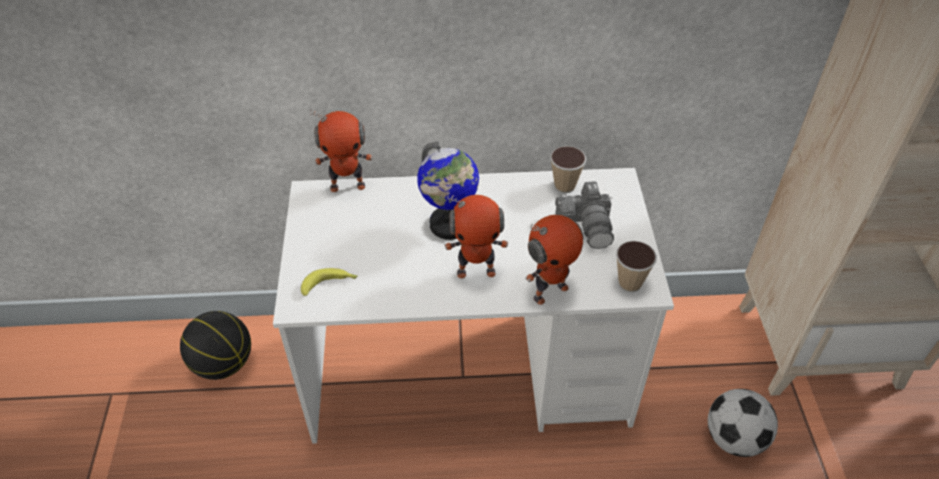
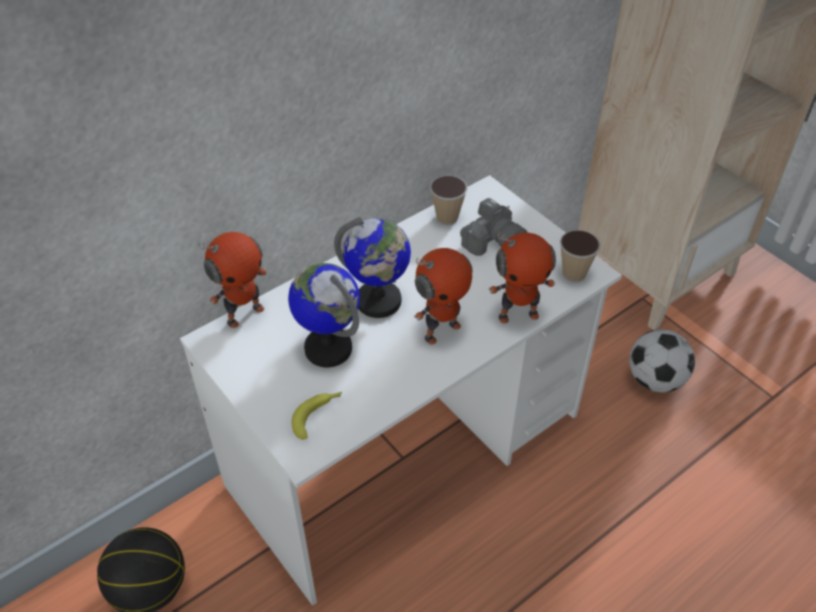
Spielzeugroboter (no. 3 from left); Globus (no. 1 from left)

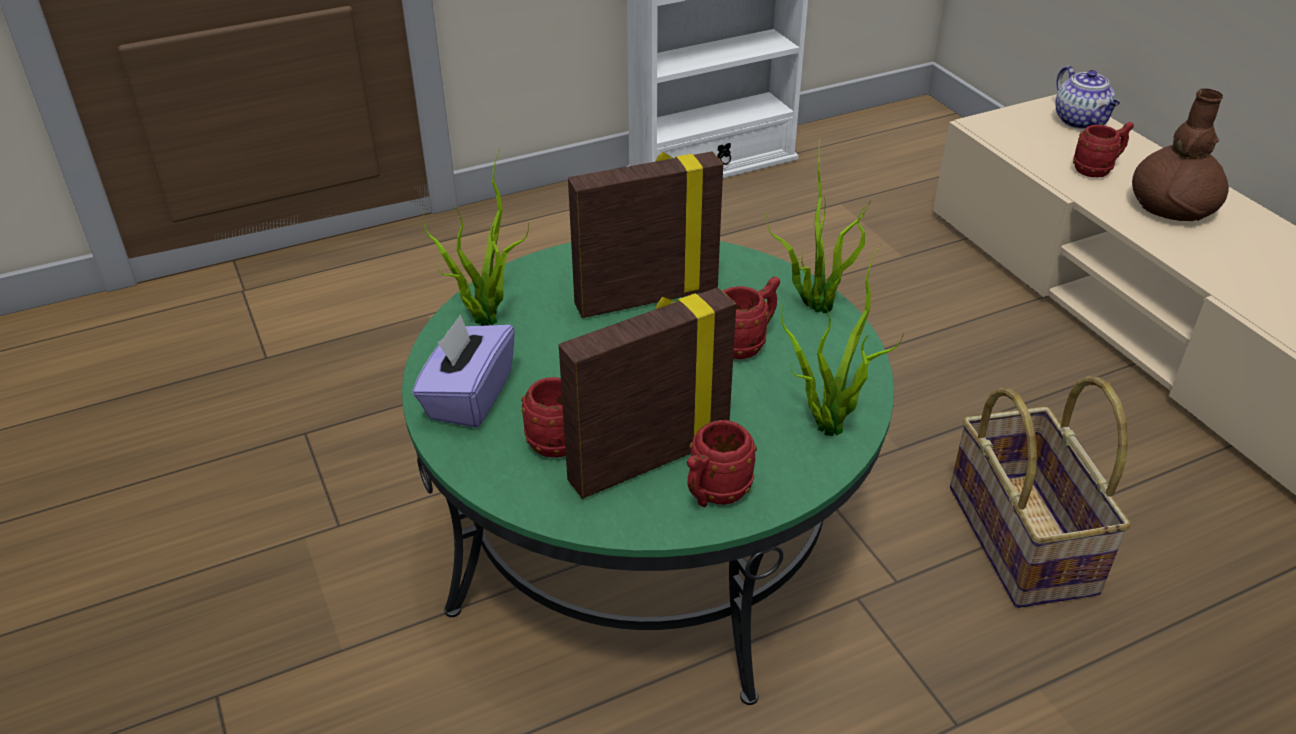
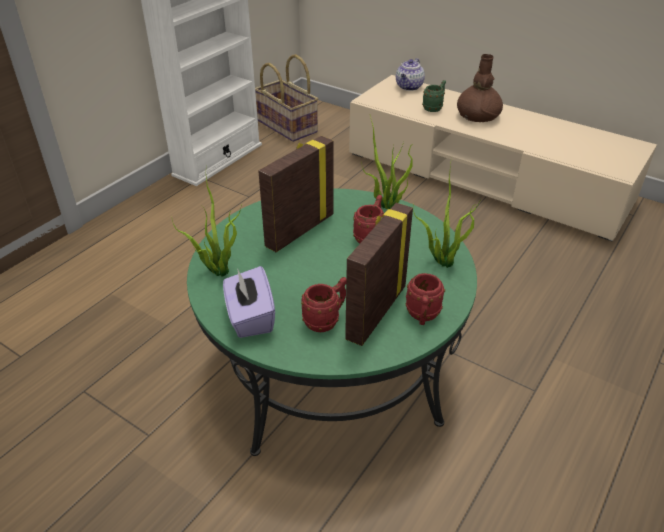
Korb; Teekanne; Henkelbecher/grün

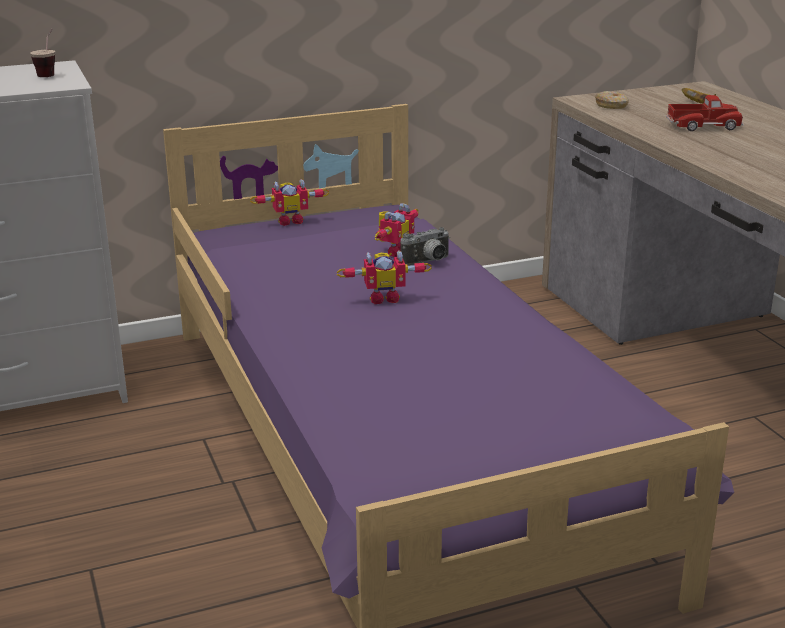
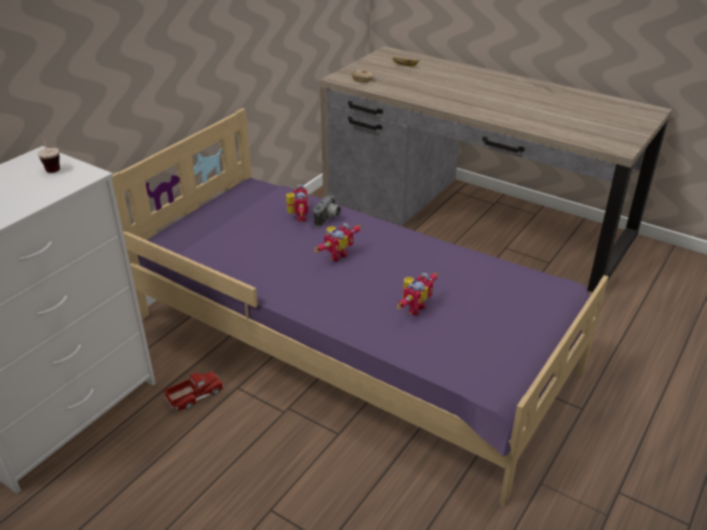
Spielzeugroboter (no. 3 from left); Spielzeuglaster

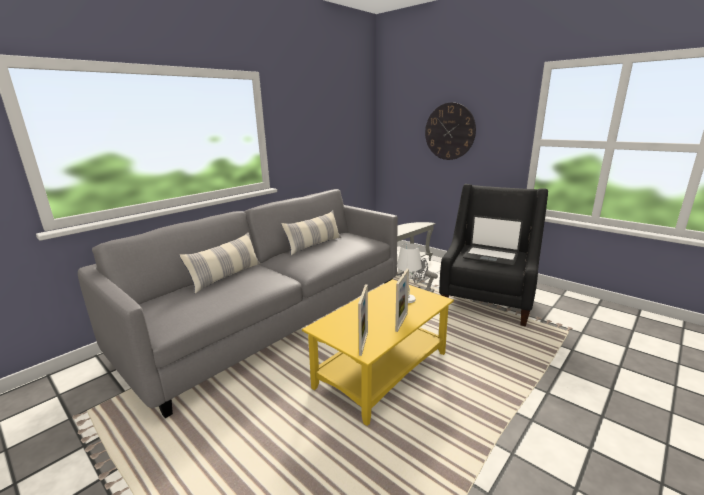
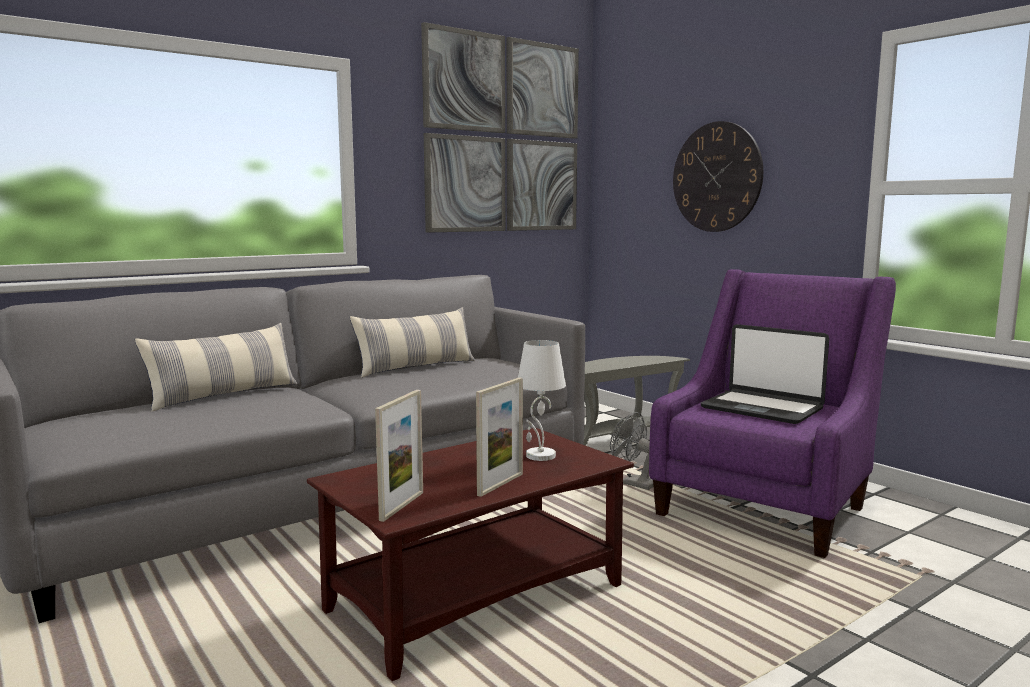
Couchtisch/braun; Sessel/lila; Bild

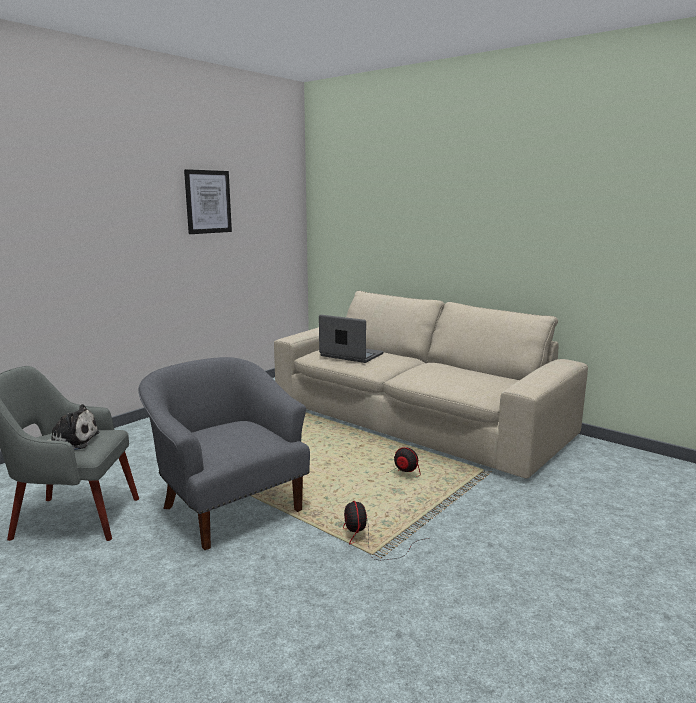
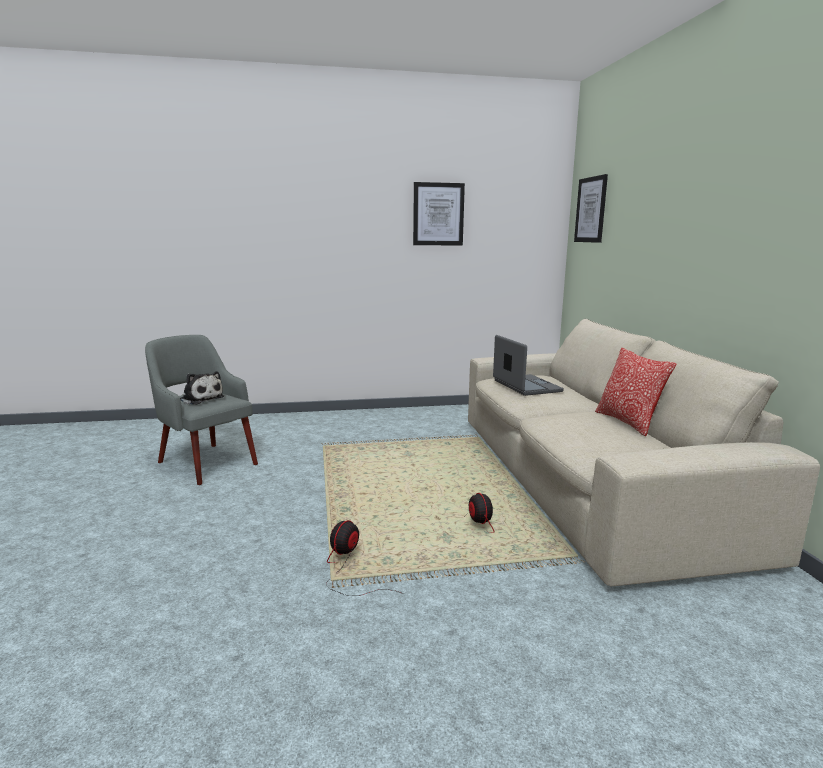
Sessel/grau (no. 2 from left in the first image); Bild (no. 2 from left); Kissen

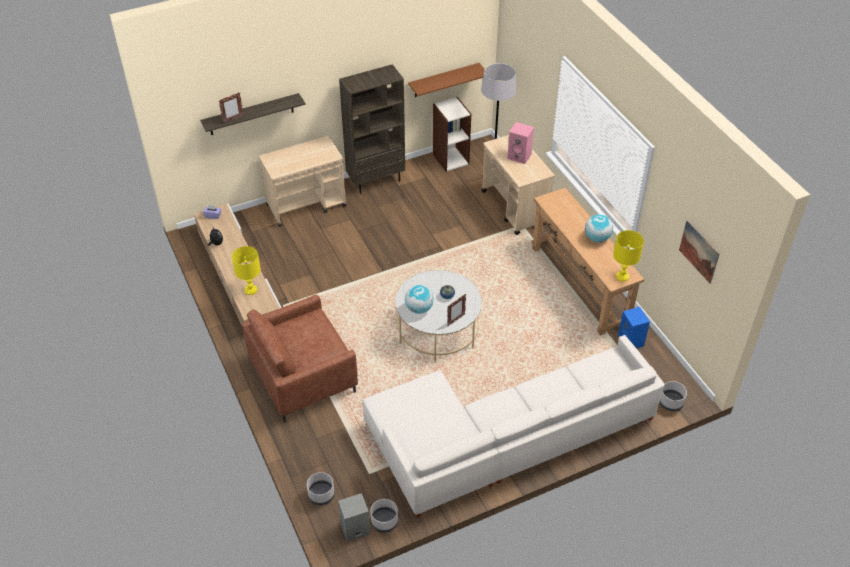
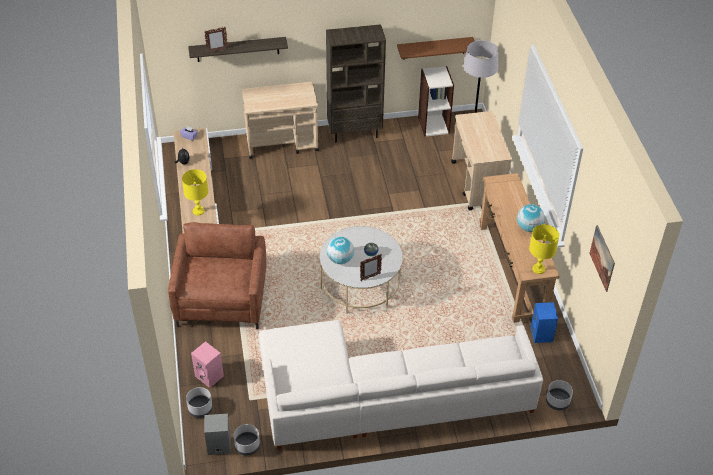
Sessel/braun; Lautsprecher/rosa

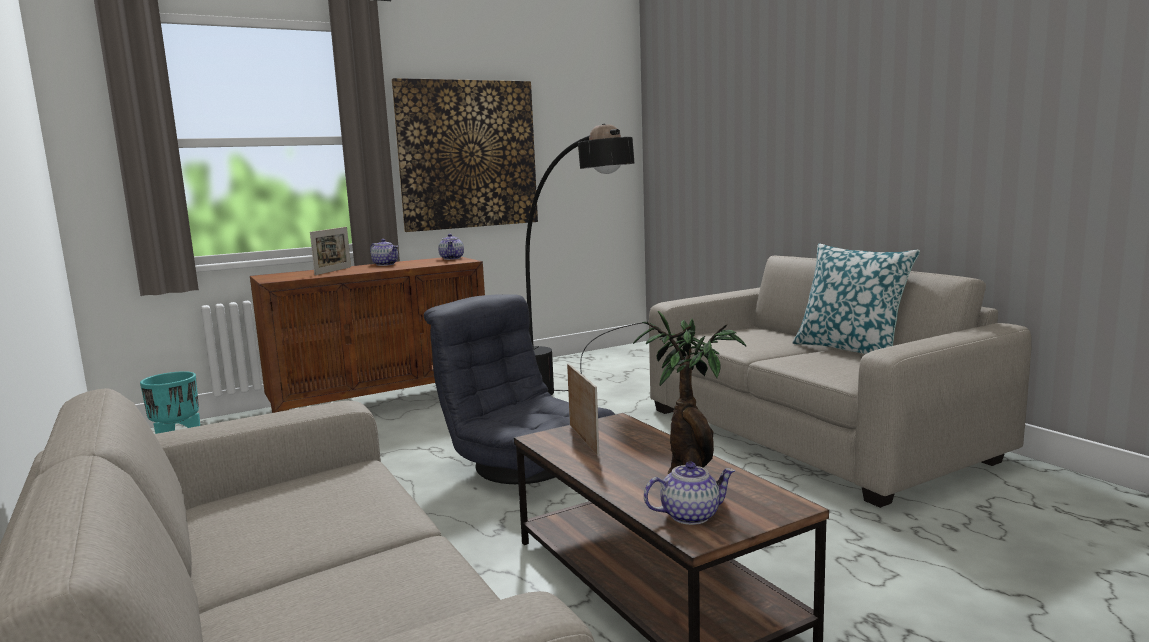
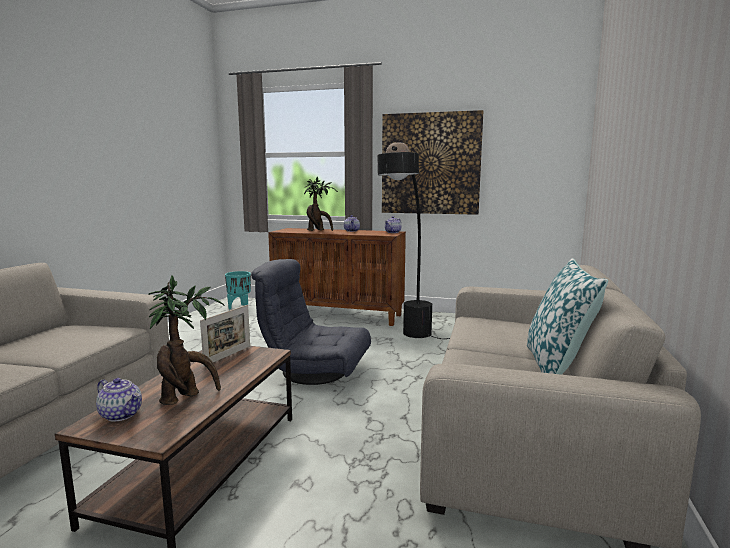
Topfpflanze (no. 2 from left); Sessel/grau

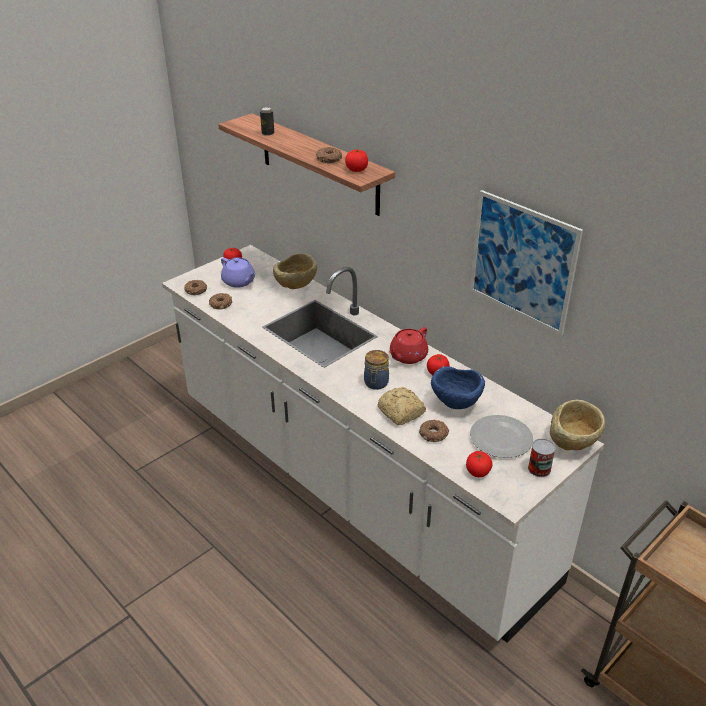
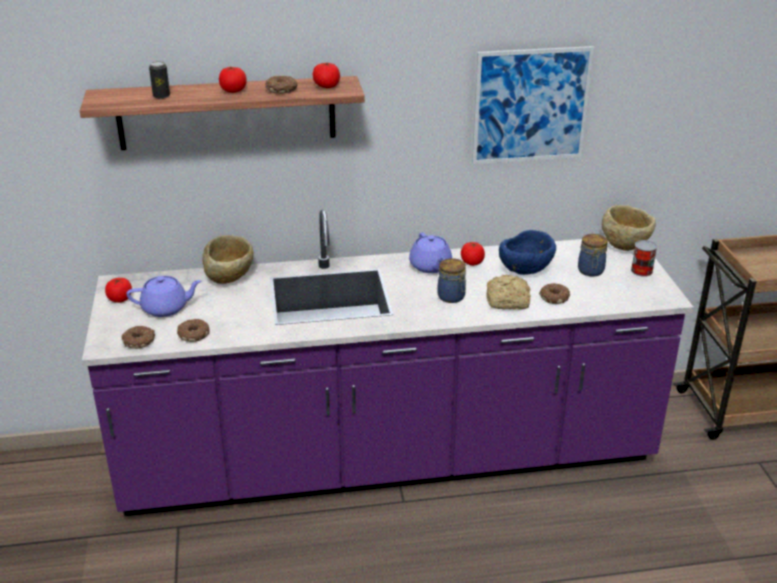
Küchenzeile/lila; Teekanne/lila (no. 2 from left); Tomate (no. 2 from left); Vorratsglas (no. 2 from left)

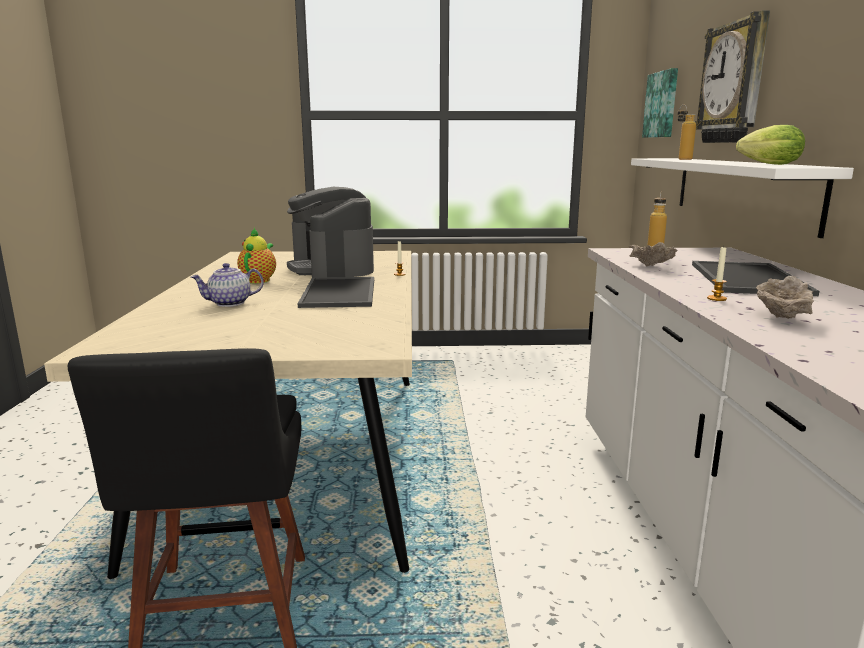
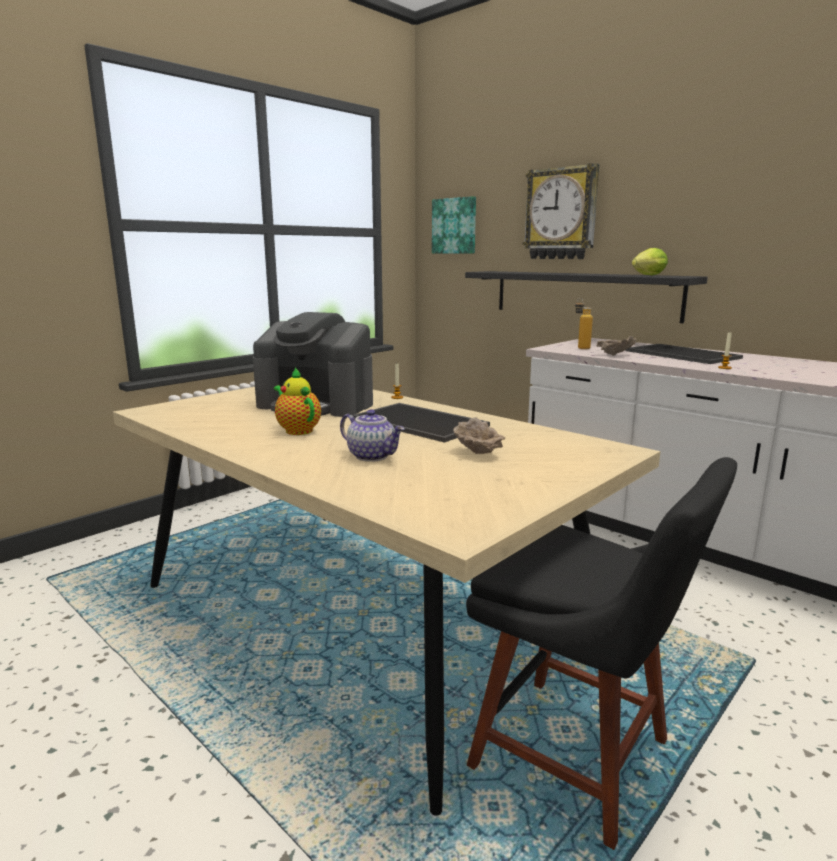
Teekanne (no. 2 from left); Wandregal/schwarz; Flasche (no. 2 from left in the first image); Schüssel/beige (no. 1 from left)

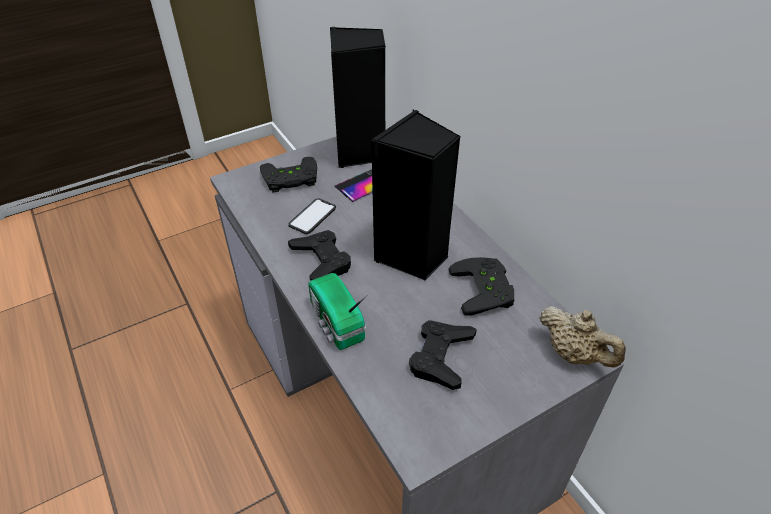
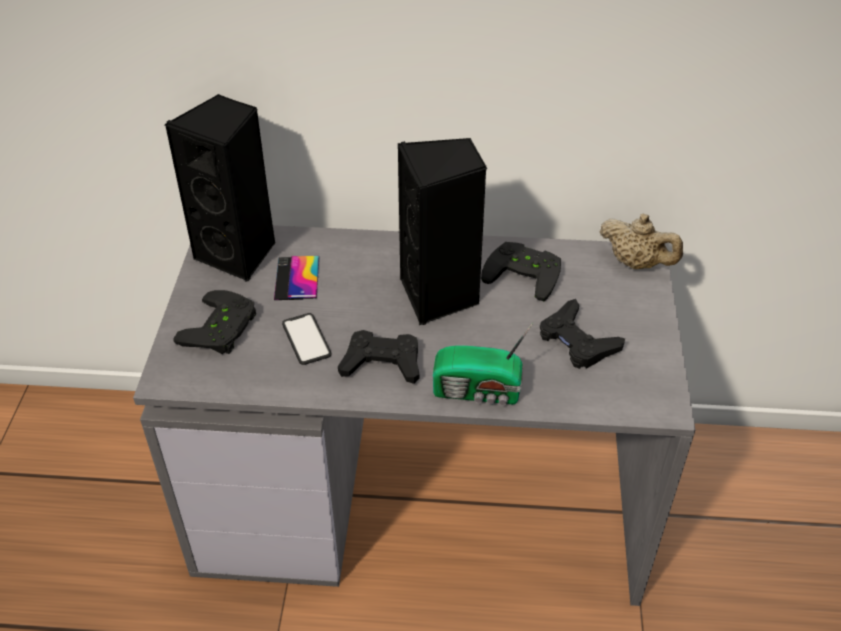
Teekanne/beige

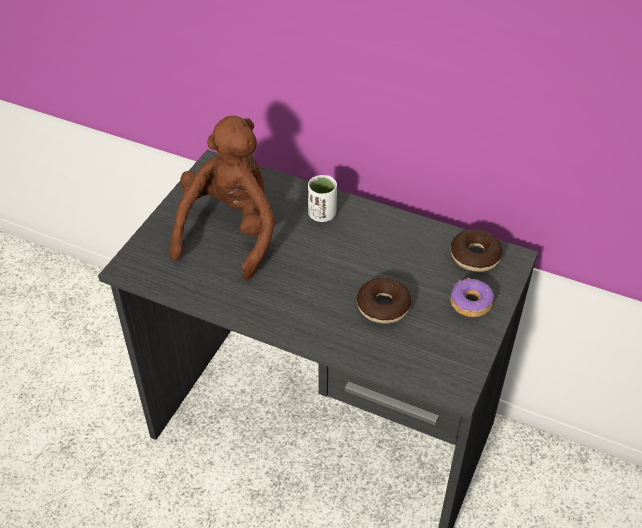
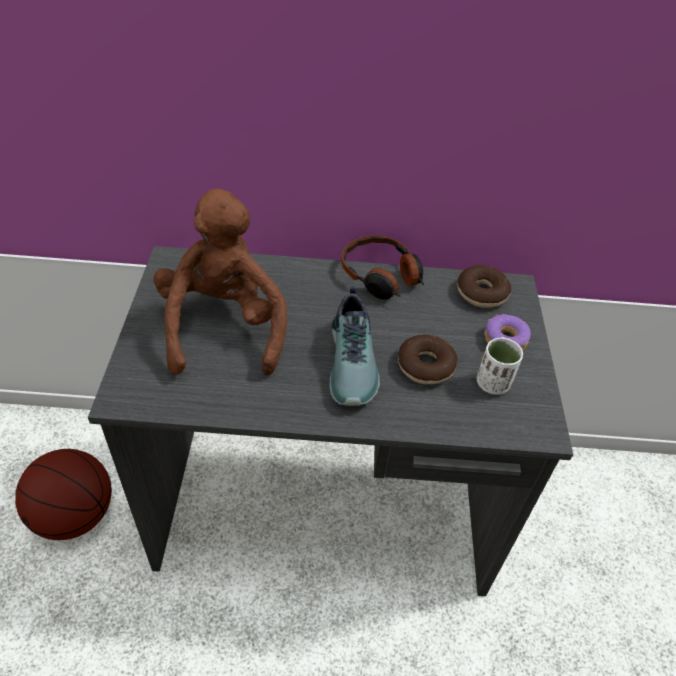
Tasse/weiß; Basketball; Schuh; Kopfhörer

